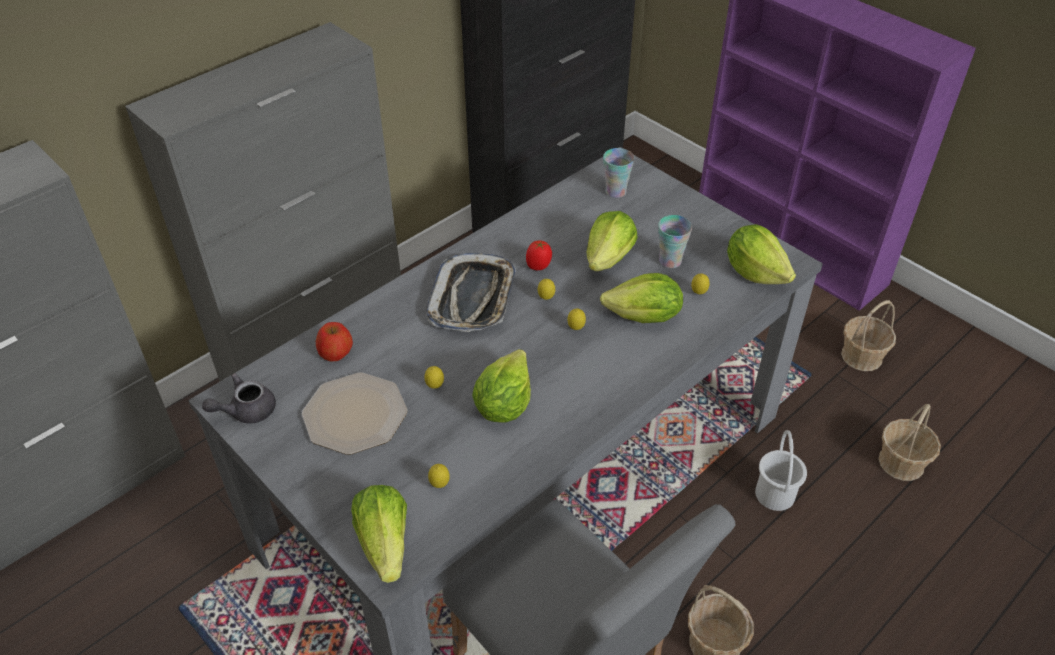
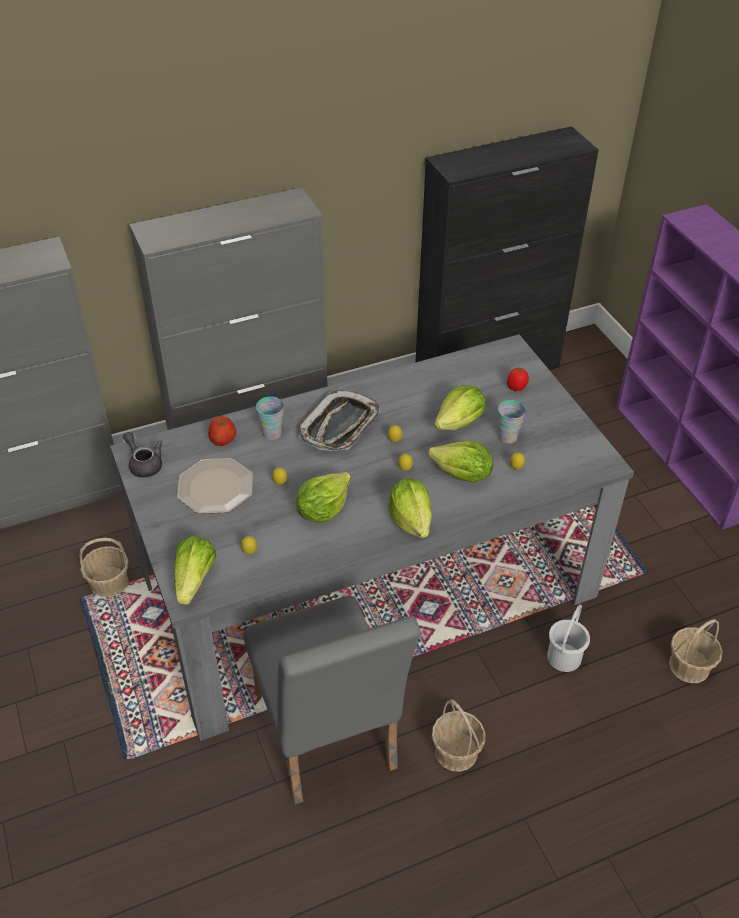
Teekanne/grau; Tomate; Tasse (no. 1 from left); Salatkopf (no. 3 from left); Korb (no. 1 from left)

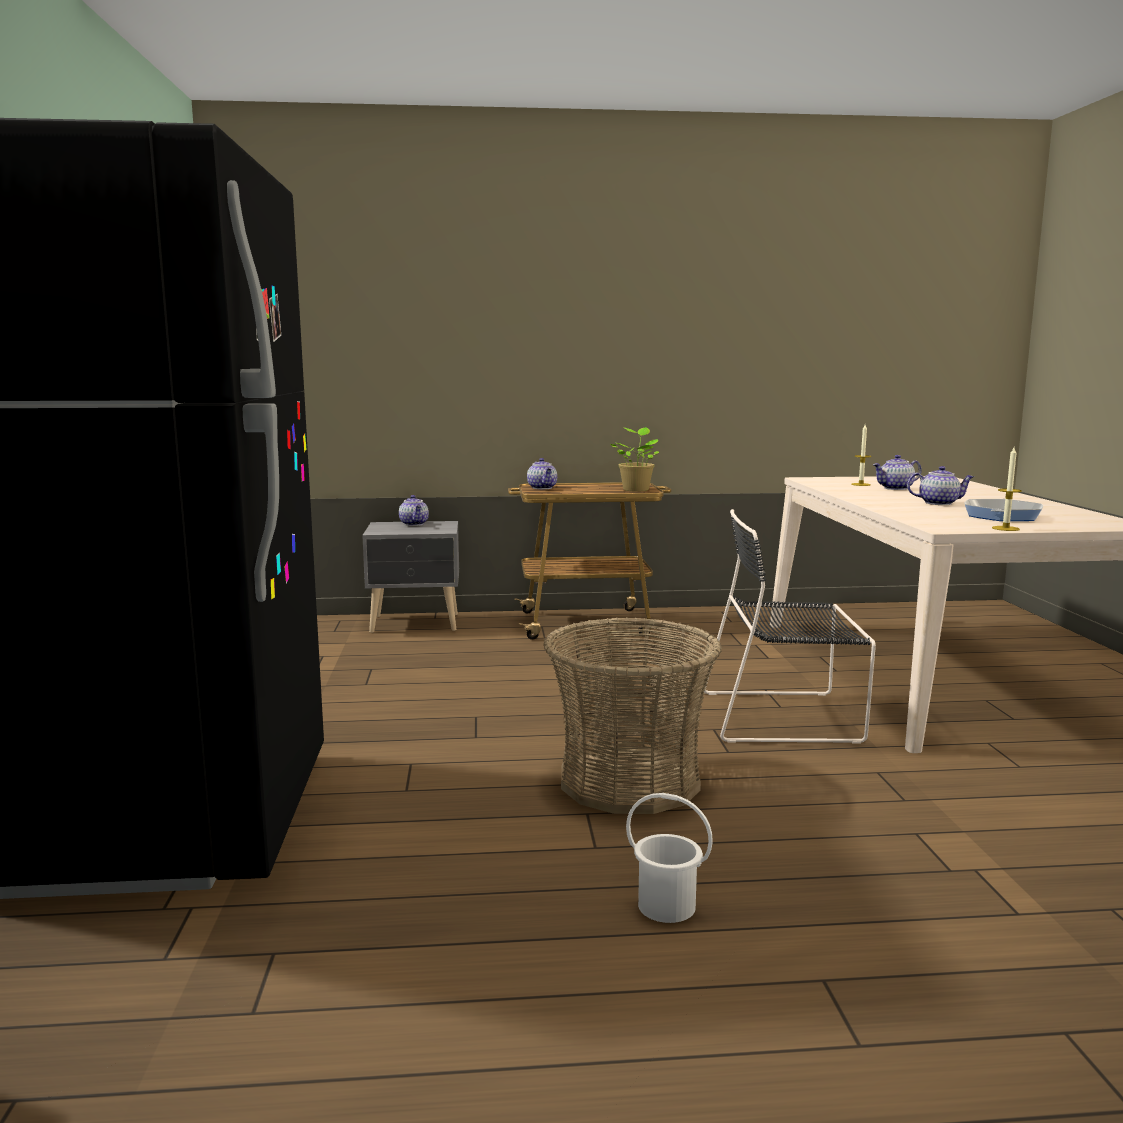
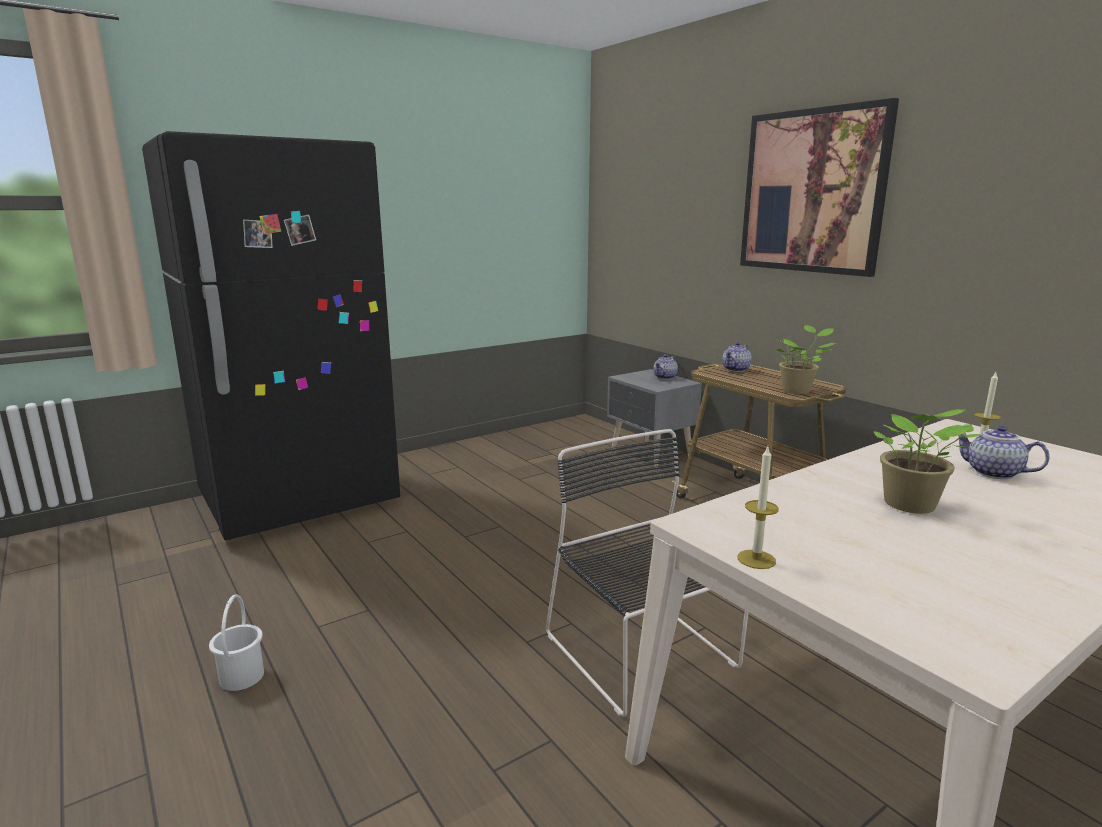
Korb; Topfpflanze (no. 2 from left); Pfanne; Bild

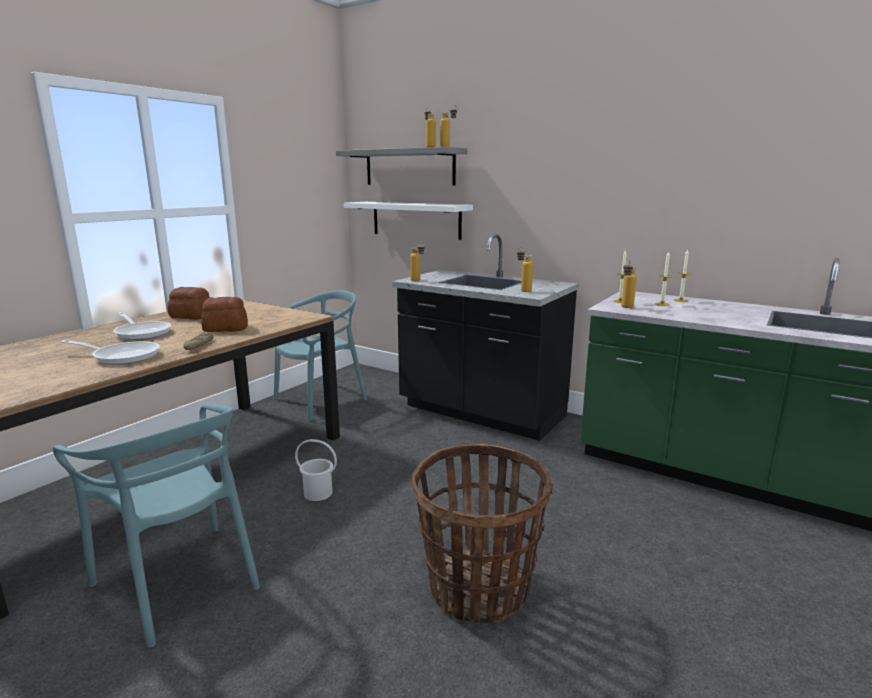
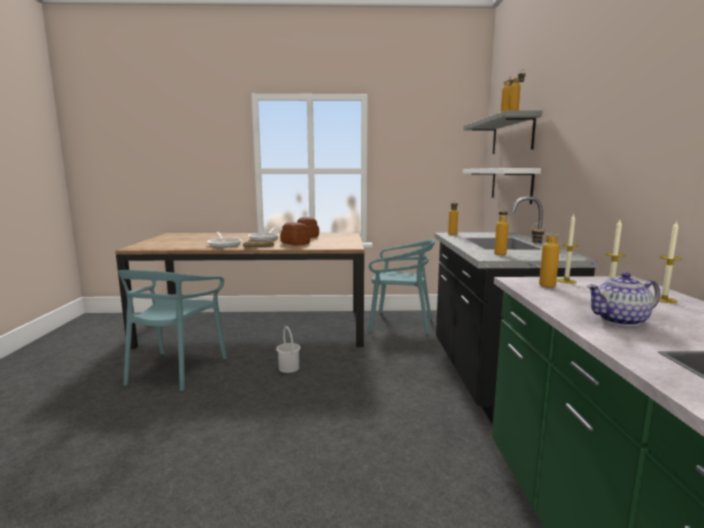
Korb; Teekanne

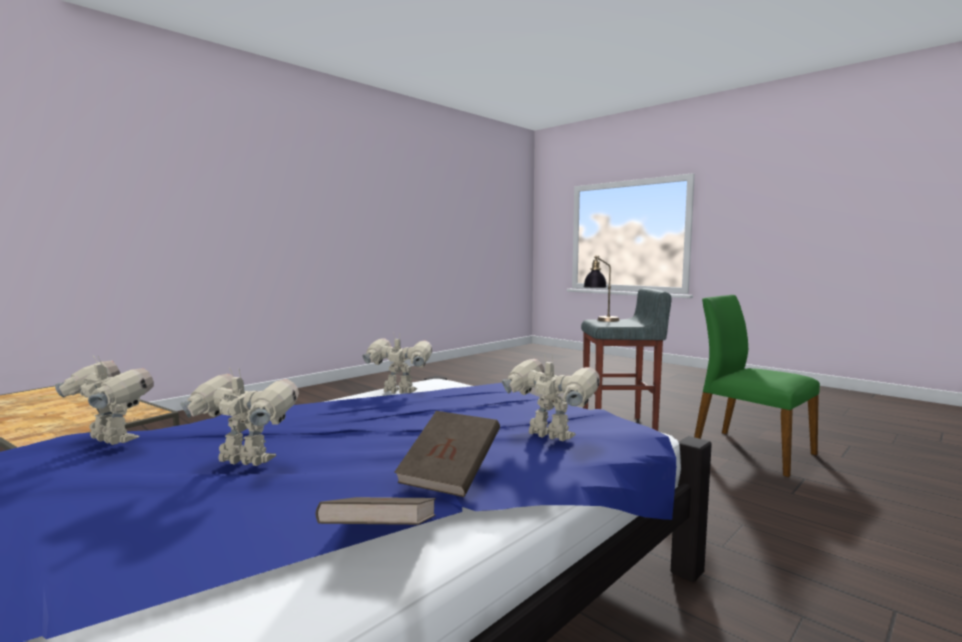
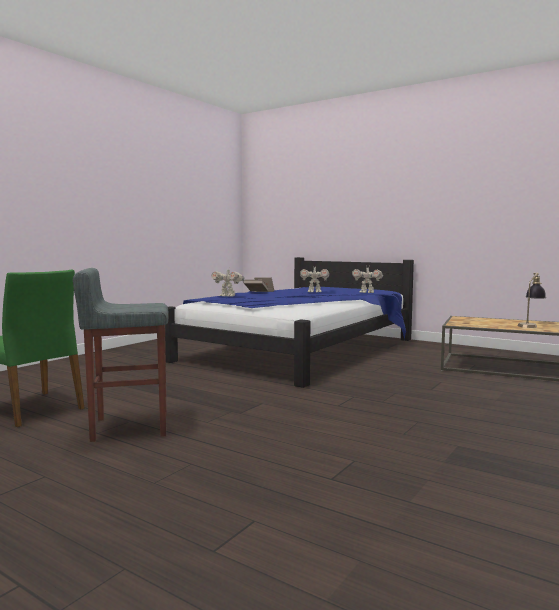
Spielzeugroboter (no. 3 from left in the first image); Tischlampe

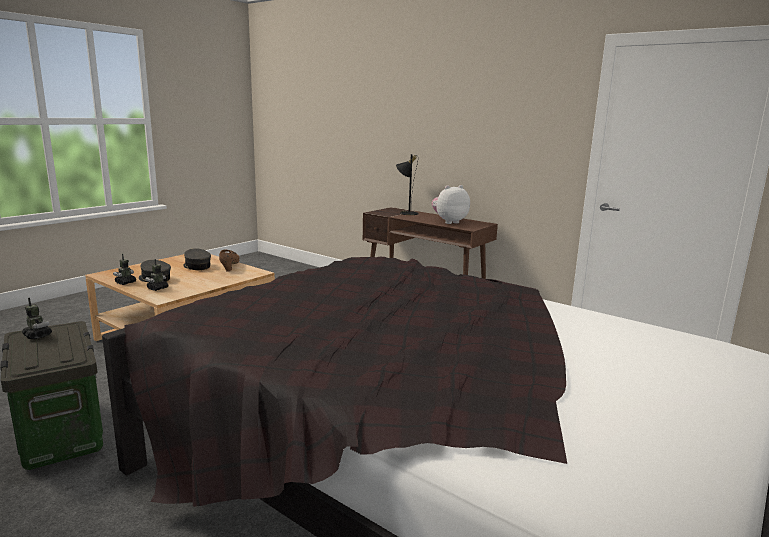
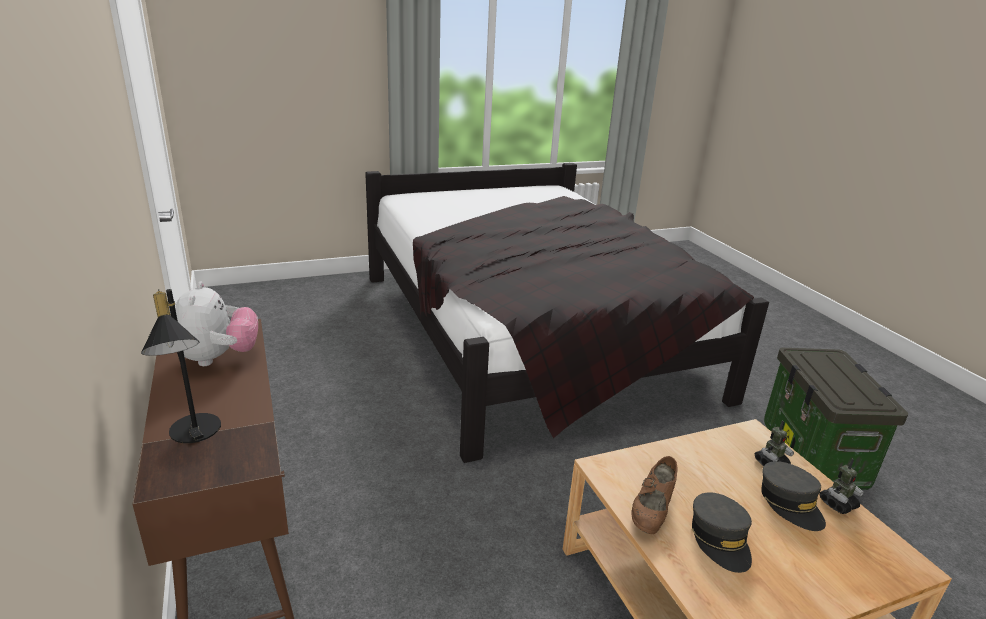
Spielzeugroboter (no. 1 from left in the first image); Plüschtier

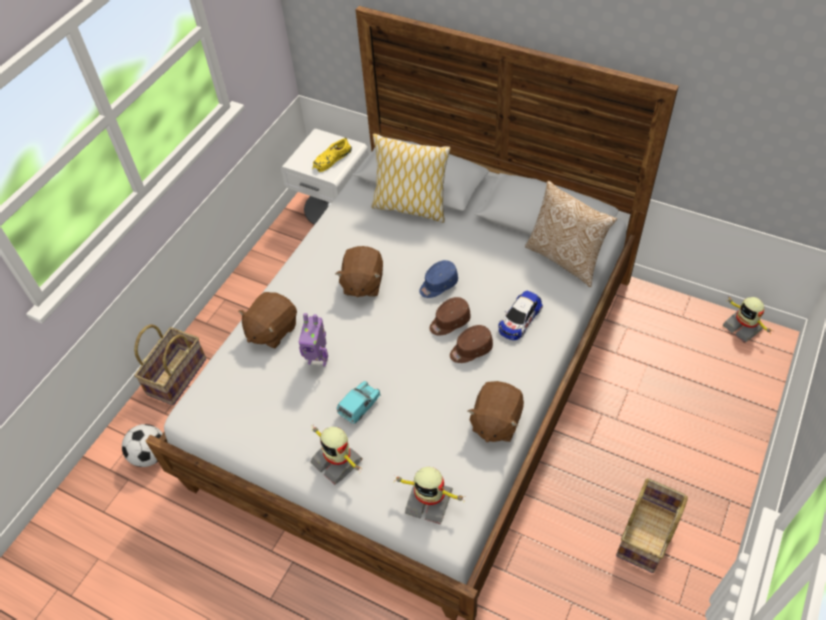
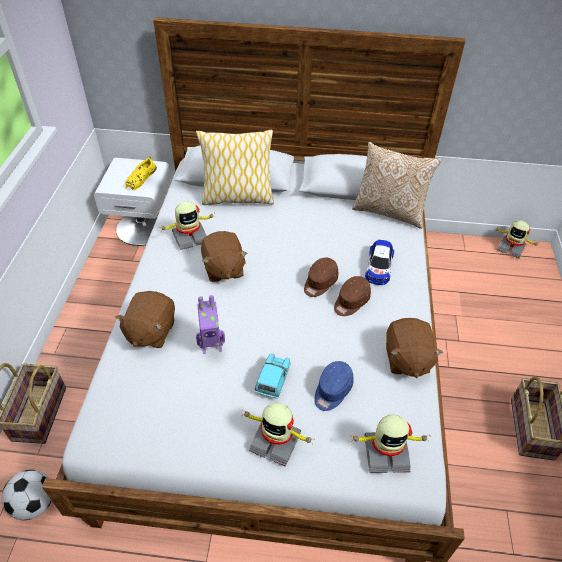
Kappe/blau; Spielzeugroboter (no. 1 from left)

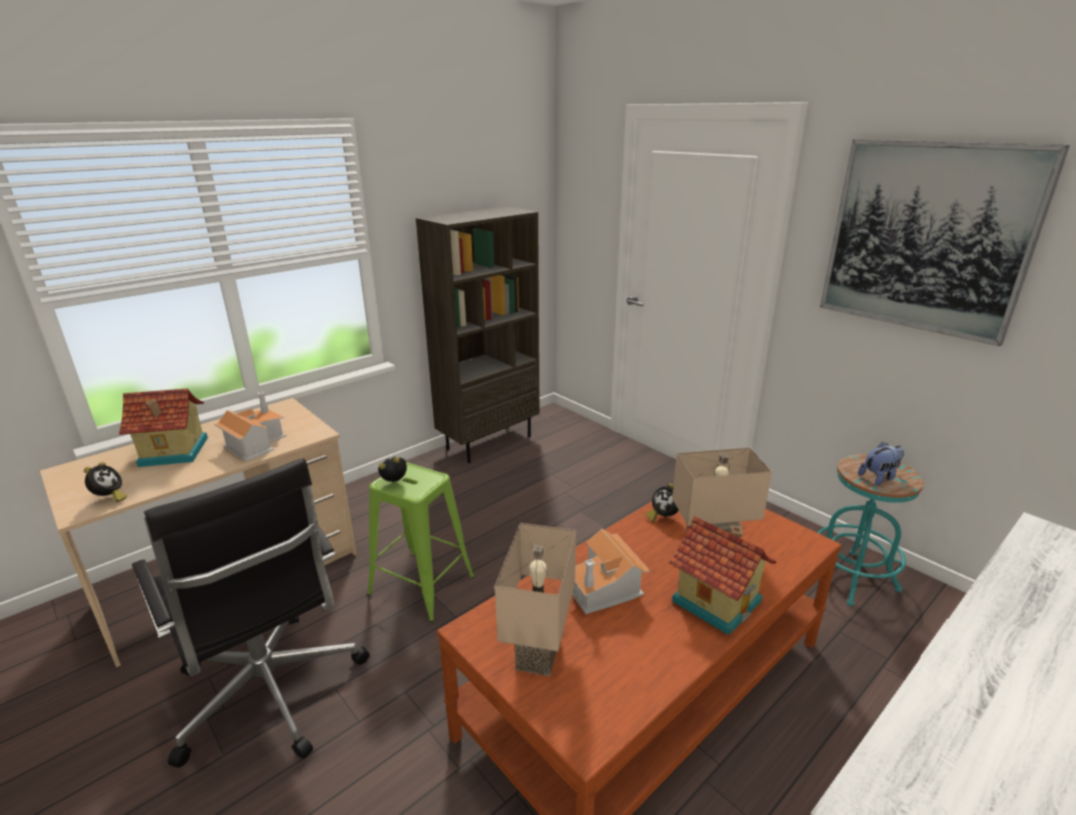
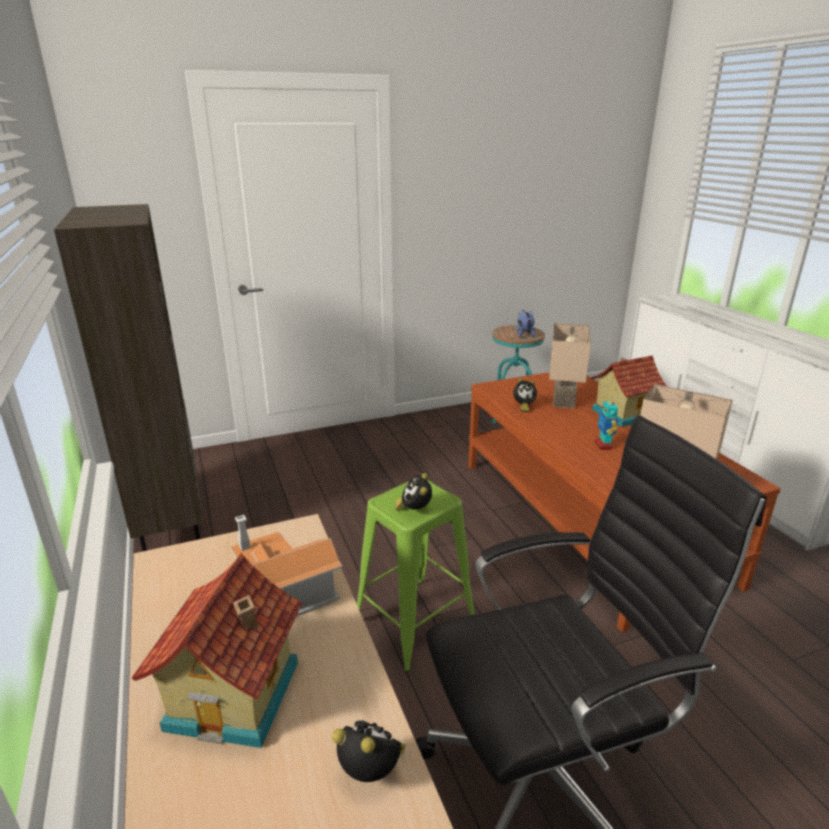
Spielzeugroboter; Bild

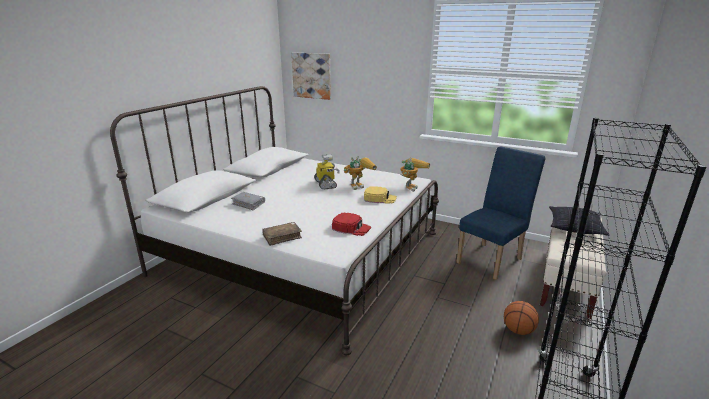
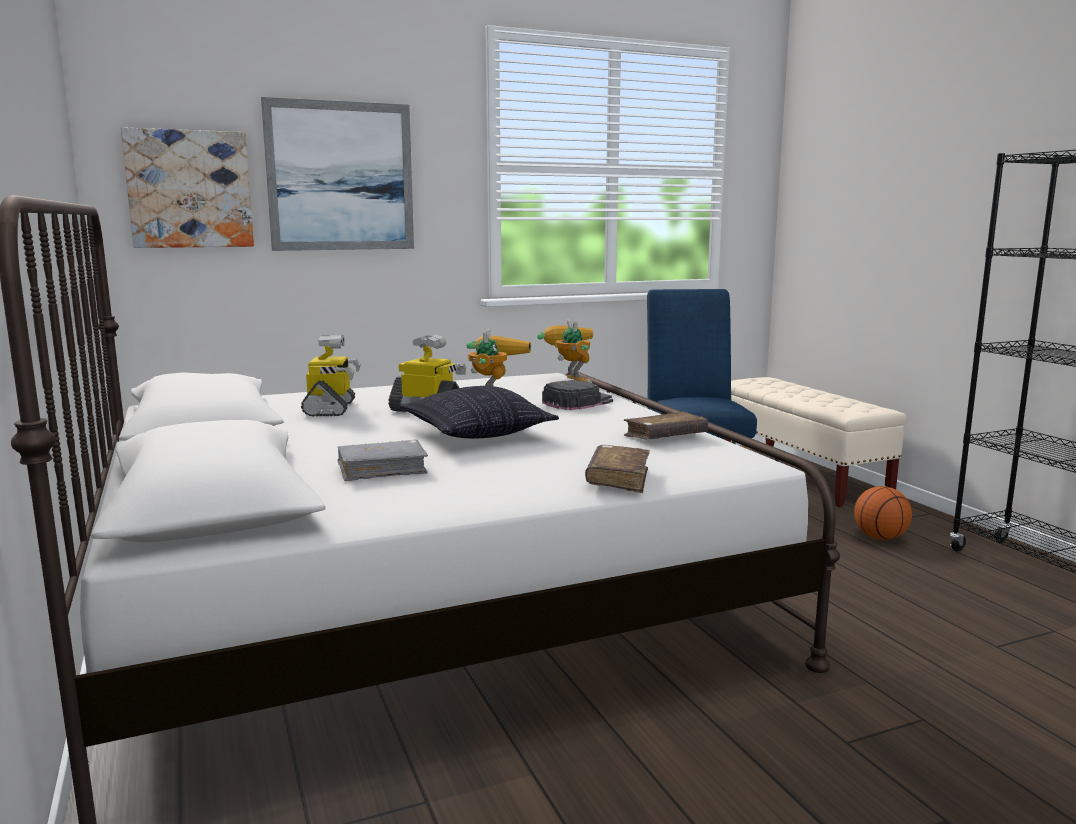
Buch/braun (no. 2 from left); Kappe/schwarz; Kissen; Bild (no. 2 from left); Spielzeugroboter (no. 1 from left)

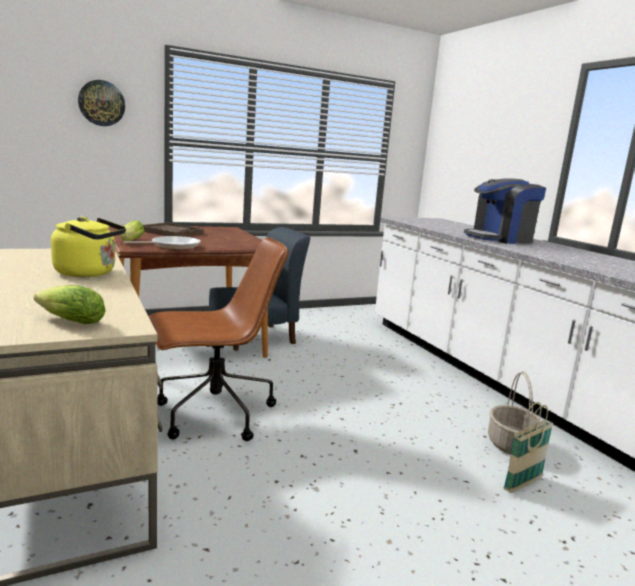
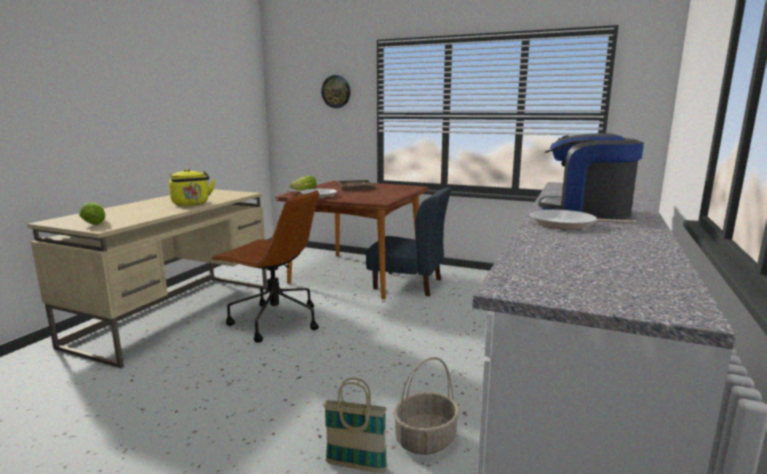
Pfanne (no. 2 from left)

